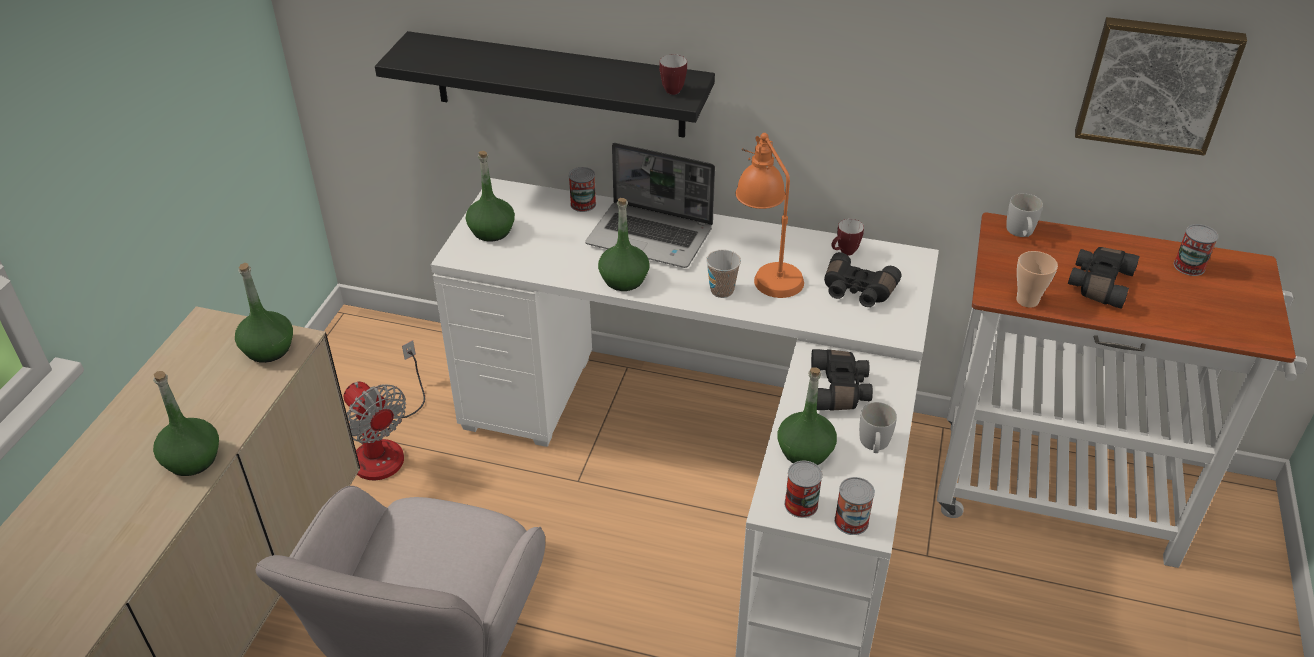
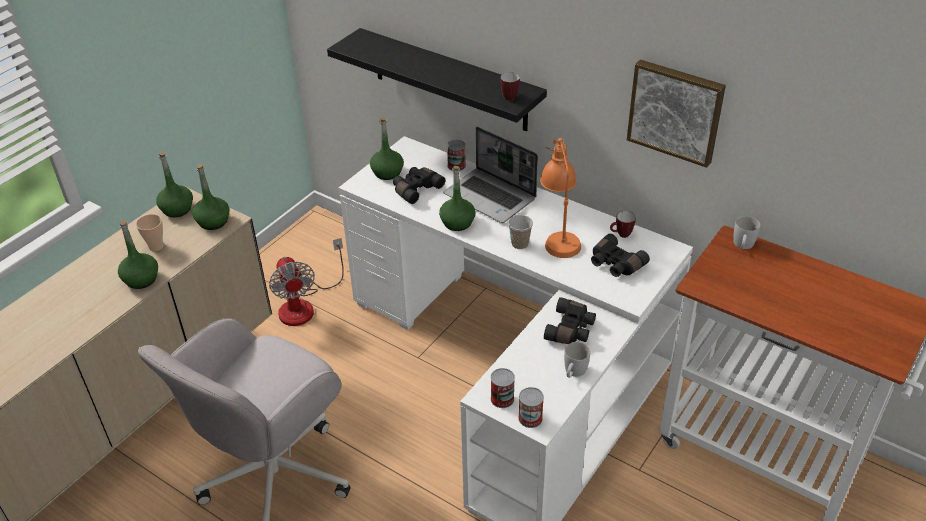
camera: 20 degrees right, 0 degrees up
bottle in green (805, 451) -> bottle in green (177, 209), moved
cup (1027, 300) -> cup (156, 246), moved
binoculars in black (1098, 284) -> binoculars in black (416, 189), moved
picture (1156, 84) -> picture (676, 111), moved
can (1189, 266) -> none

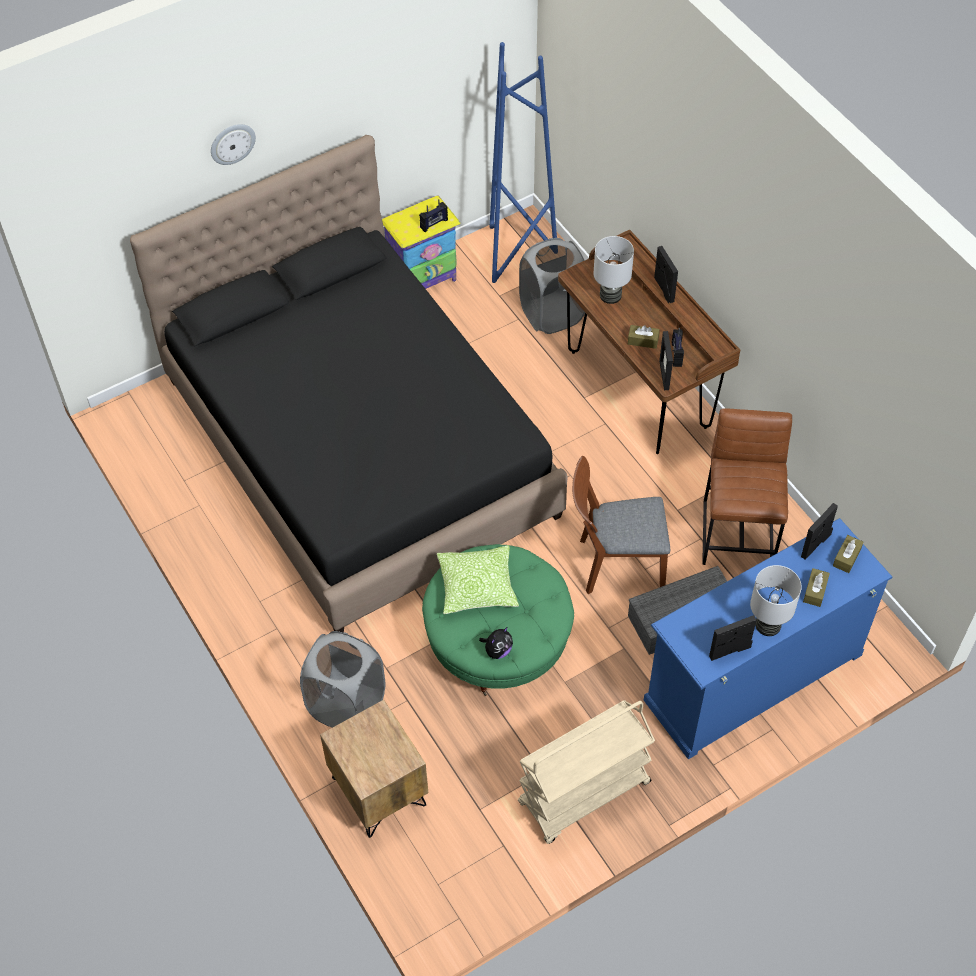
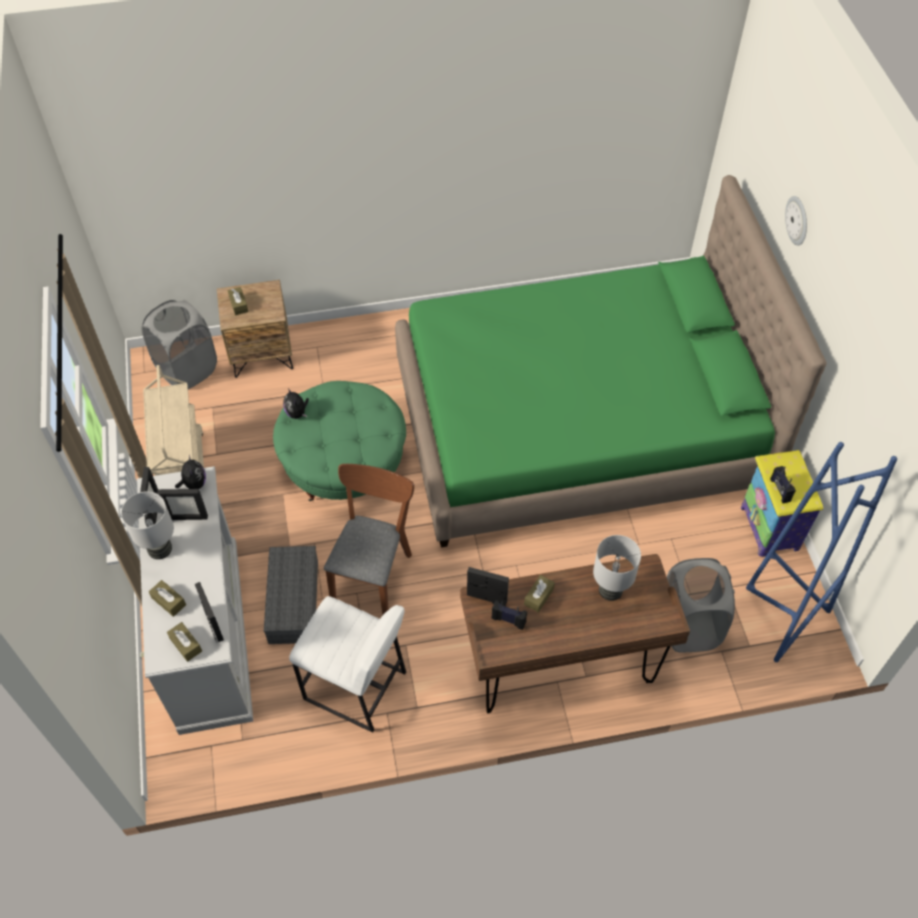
camera: 110 degrees right, 0 degrees up
bed in black (360, 446) -> bed in green (579, 425)
laundry basket in grey (347, 706) -> laundry basket in grey (187, 369), moved
pillow (477, 586) -> none
dresser in blue (752, 678) -> dresser in white (208, 633)
picture frame (663, 290) -> picture frame (188, 516), moved
chair in brown (738, 533) -> chair in white (356, 686)
none -> plush toy (194, 484)
none -> tissue box in brown (238, 304)

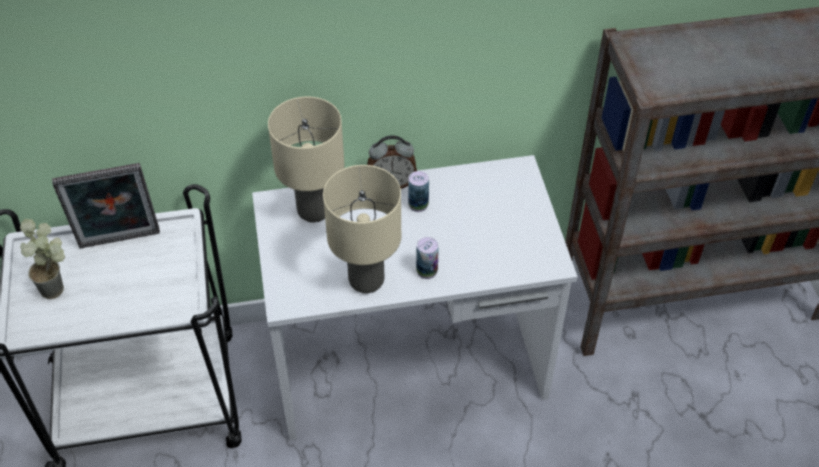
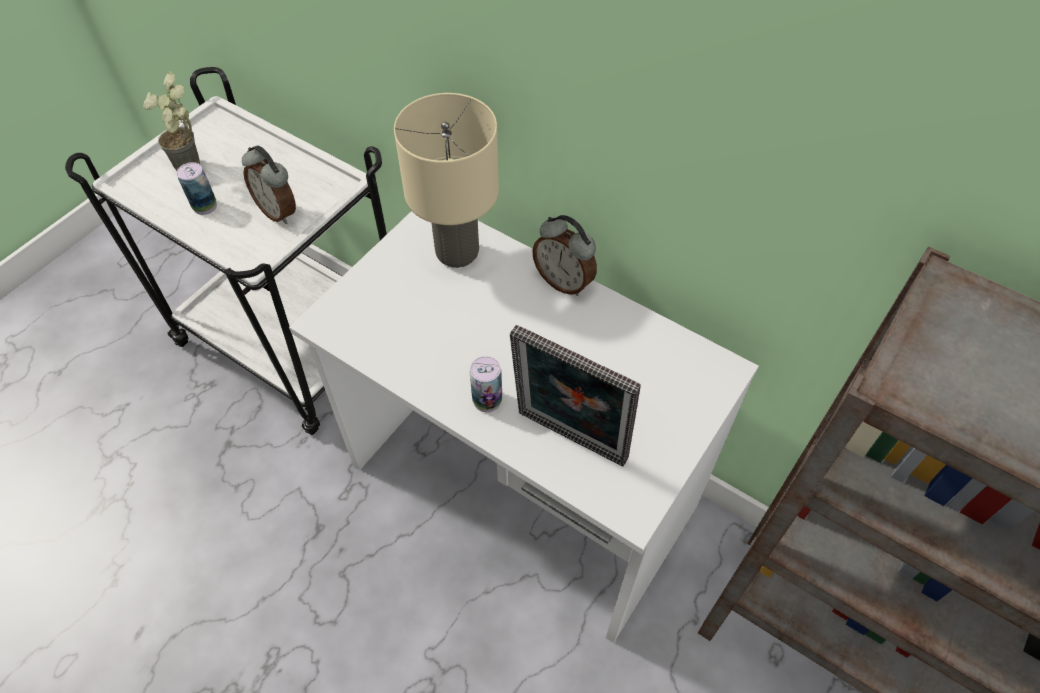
camera: 45 degrees right, 5 degrees up
picture frame (120, 242) -> picture frame (568, 441), moved
table lamp in beige (368, 280) -> none
can (418, 205) -> can (205, 206), moved
none -> alarm clock (279, 211)

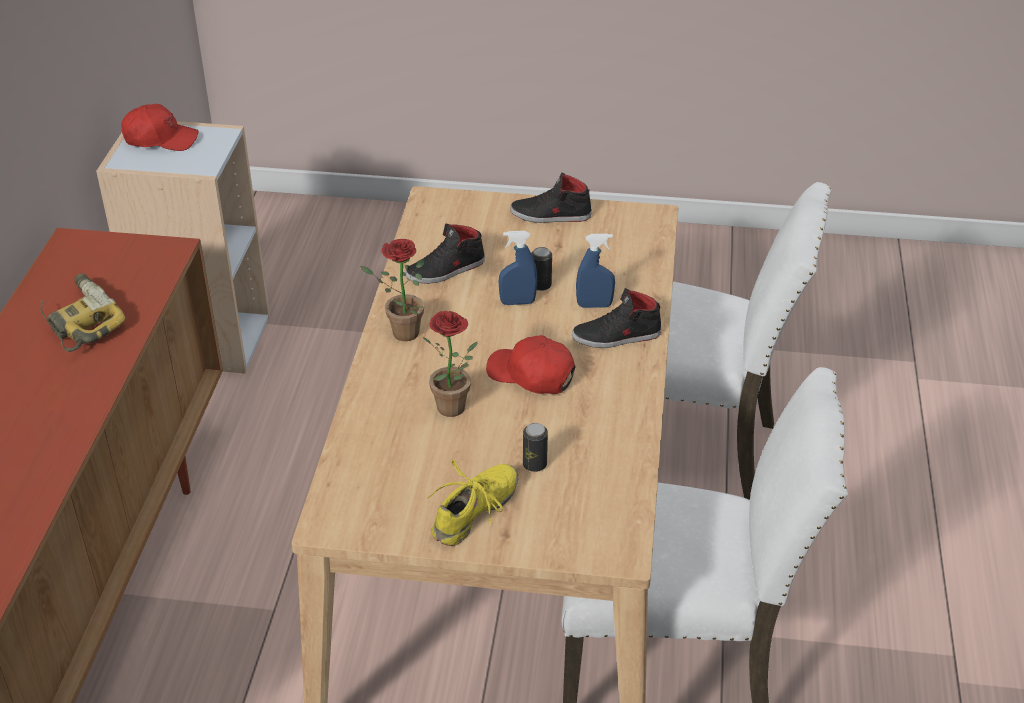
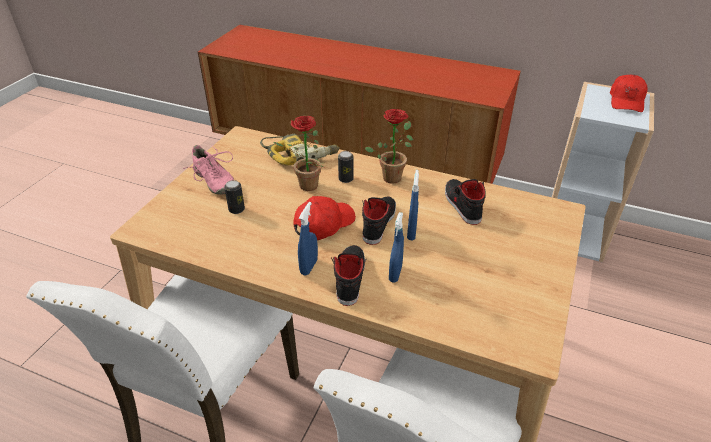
camera: 105 degrees right, 0 degrees up
power drill (79, 321) -> power drill (300, 154), moved
shoe in yellow (475, 512) -> shoe in pink (213, 181)
shoe in black (550, 215) -> shoe in black (378, 223), moved
can (541, 285) -> can (346, 179), moved
none -> spray bottle in blue (309, 267)

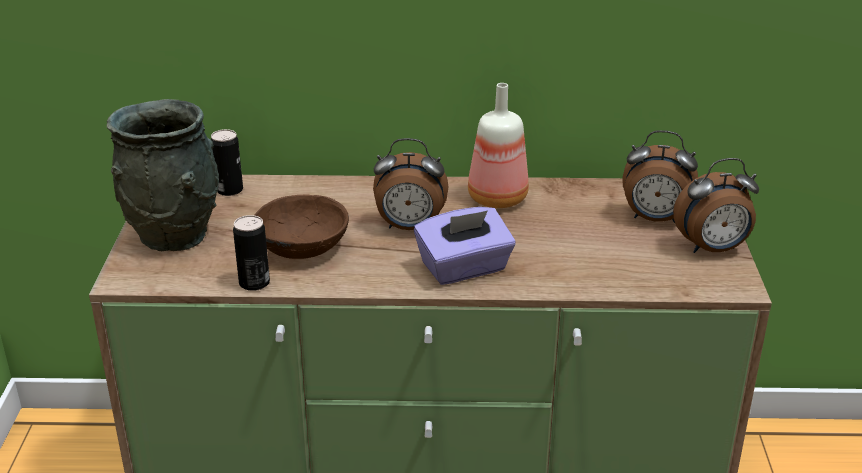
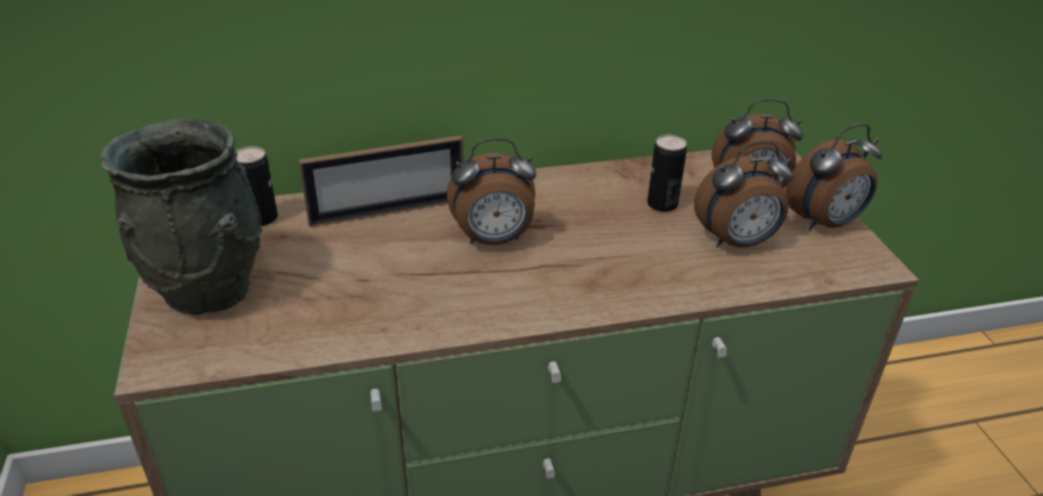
camera: 15 degrees left, 5 degrees up
can (254, 283) -> can (662, 204), moved
bowl in brown (301, 247) -> none
tissue box in purple (464, 268) -> none
bottle (495, 198) -> none
none -> picture frame (388, 212)
none -> alarm clock (737, 242)

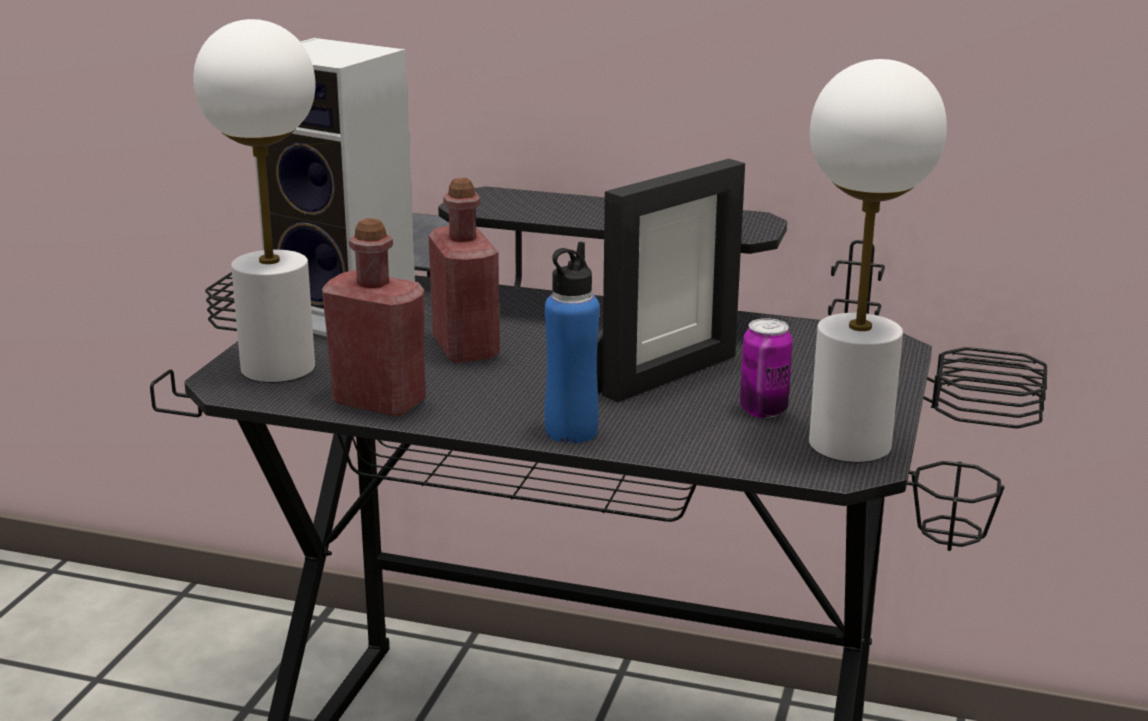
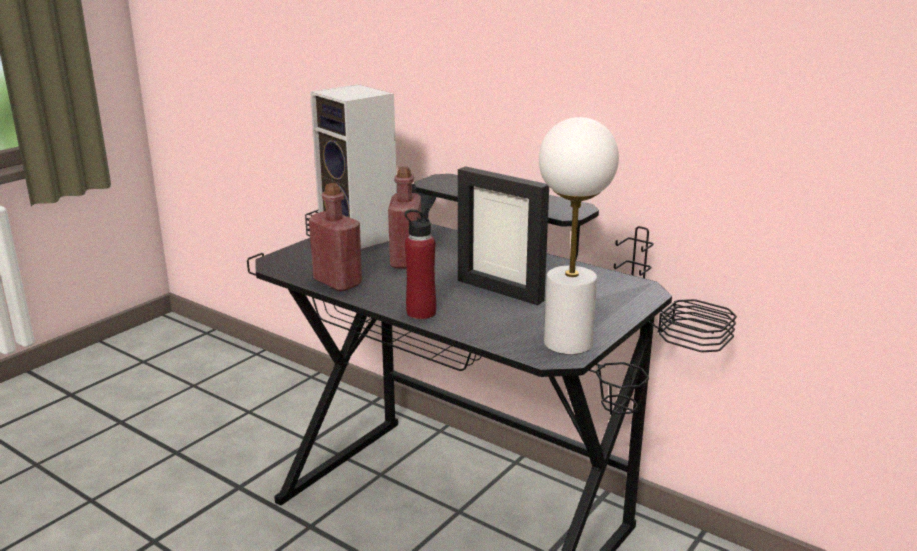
camera: 20 degrees right, 0 degrees up
table lamp in white (276, 368) -> none
bottle in blue (571, 431) -> bottle in red (421, 312)
picture frame (667, 374) -> picture frame (501, 289), 60 degrees clockwise
can (763, 410) -> none

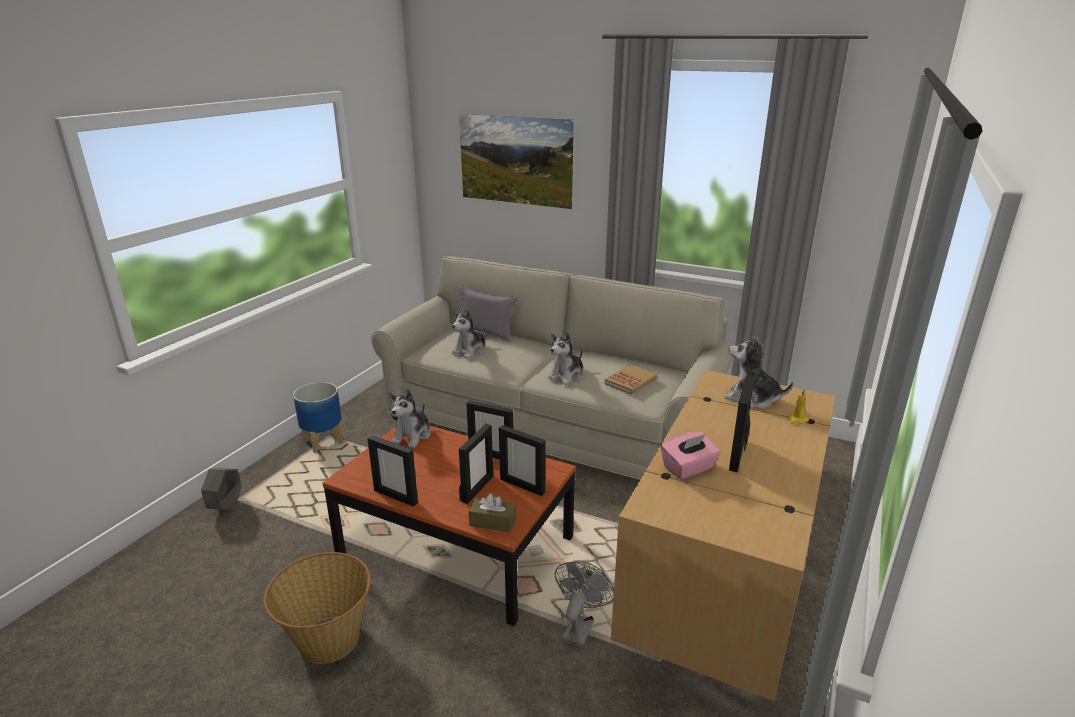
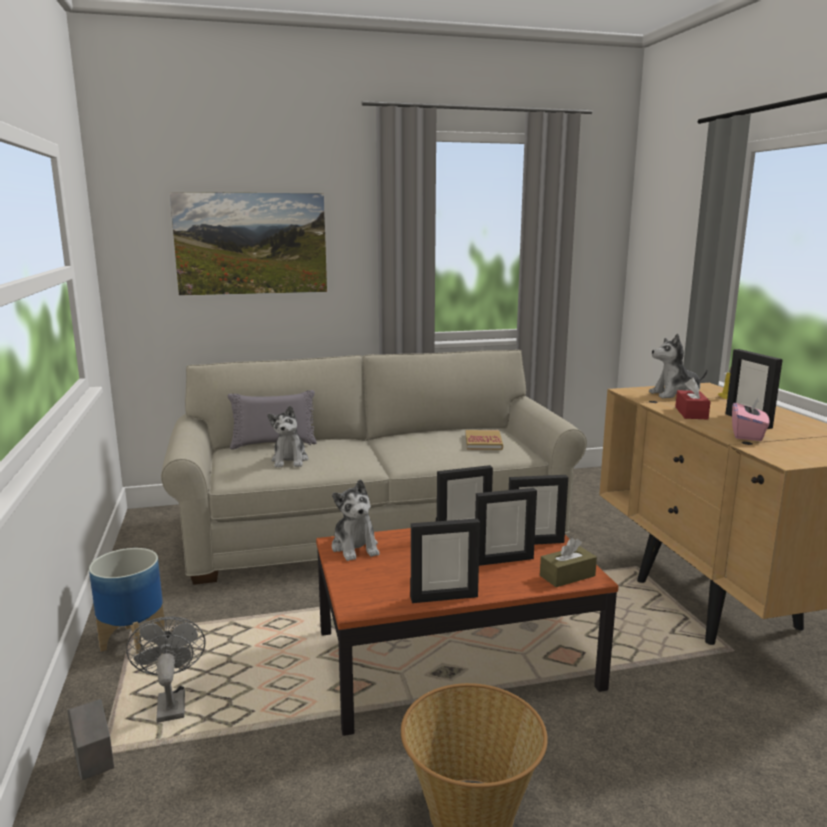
camera: 40 degrees left, 10 degrees down
picture frame (477, 488) -> picture frame (503, 560), 90 degrees clockwise
plush toy (567, 376) -> none
fan in grey (579, 626) -> fan in grey (170, 702), moved
none -> tissue box in red (691, 413)

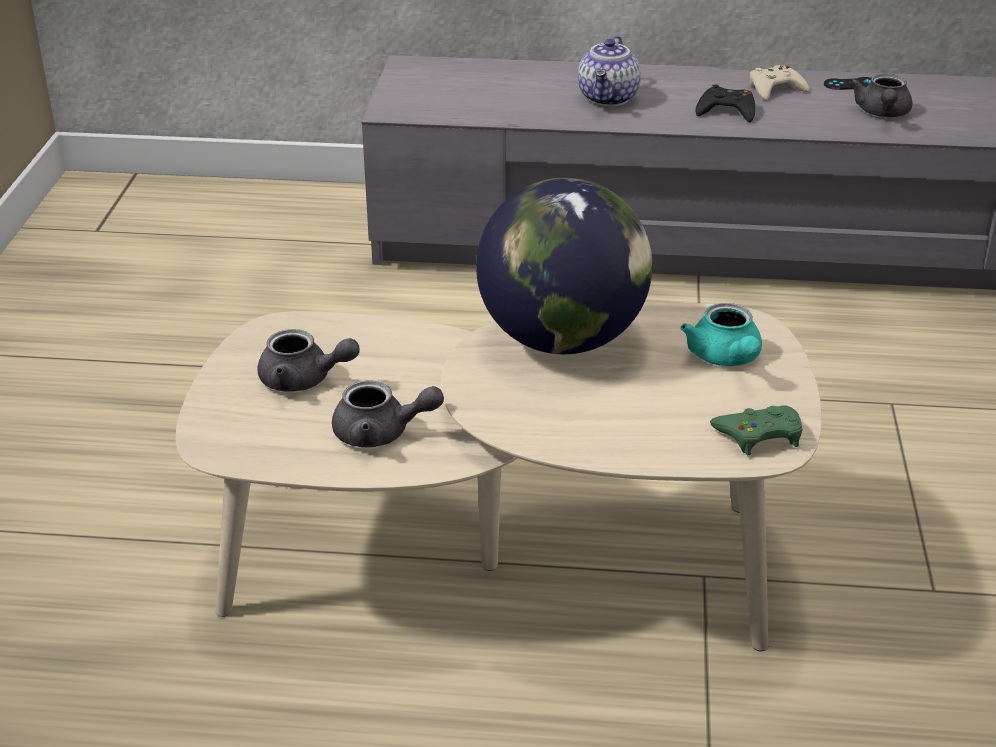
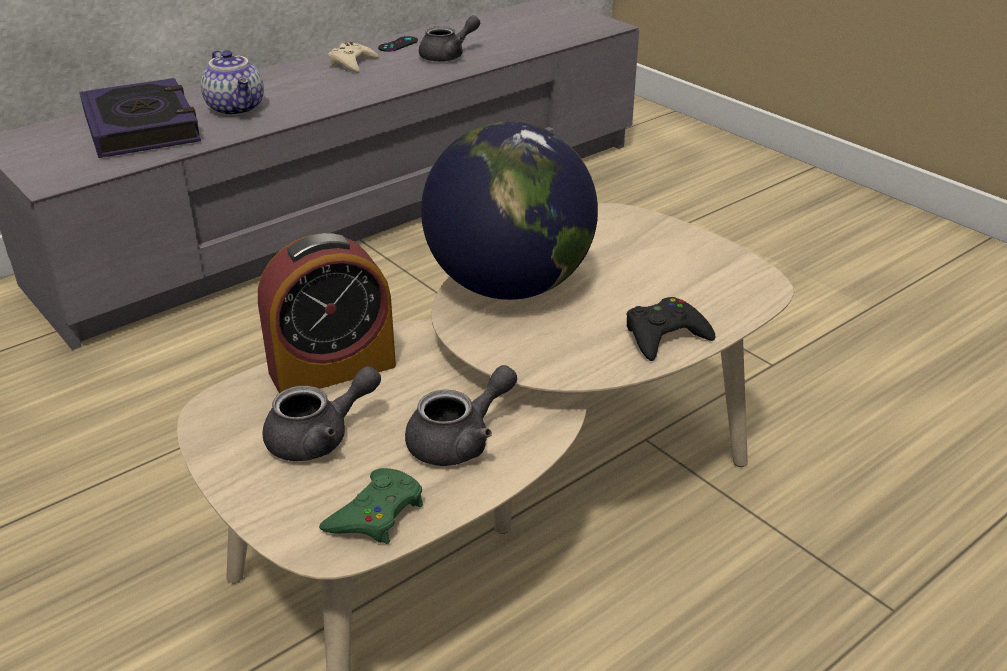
camera: 45 degrees left, 0 degrees up
teapot in turquoise (726, 359) -> none
game controller in black (726, 111) -> game controller in black (664, 336), moved
game controller in green (759, 435) -> game controller in green (376, 514), moved
teapot in grey (882, 113) -> teapot in grey (448, 56), 90 degrees counterclockwise
none -> book (142, 127)
none -> alarm clock (332, 369)

